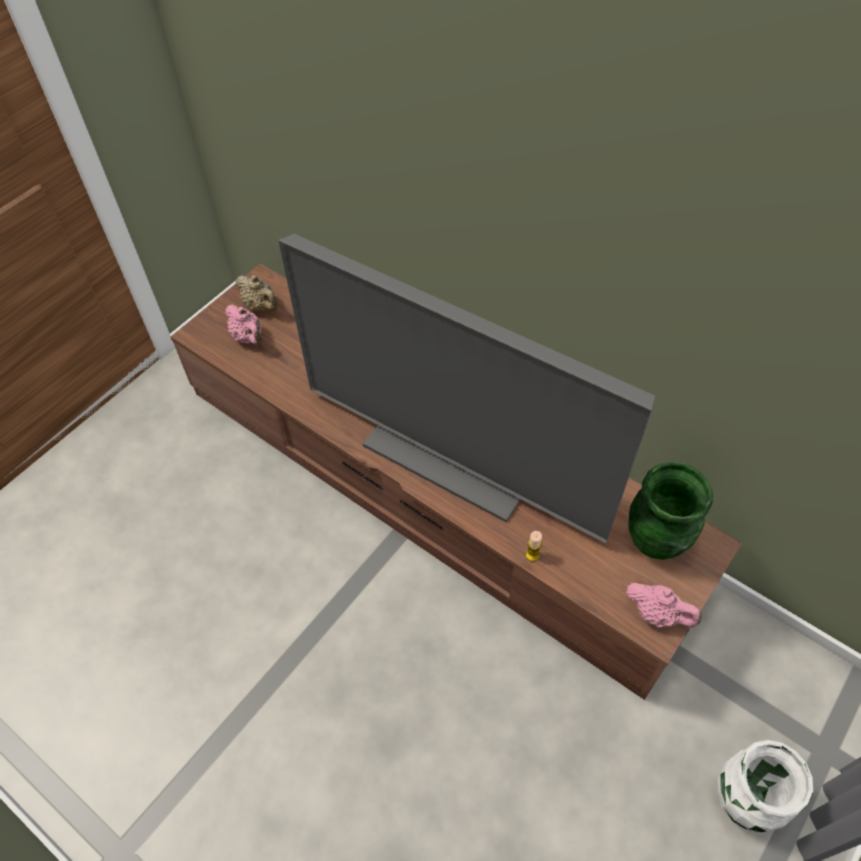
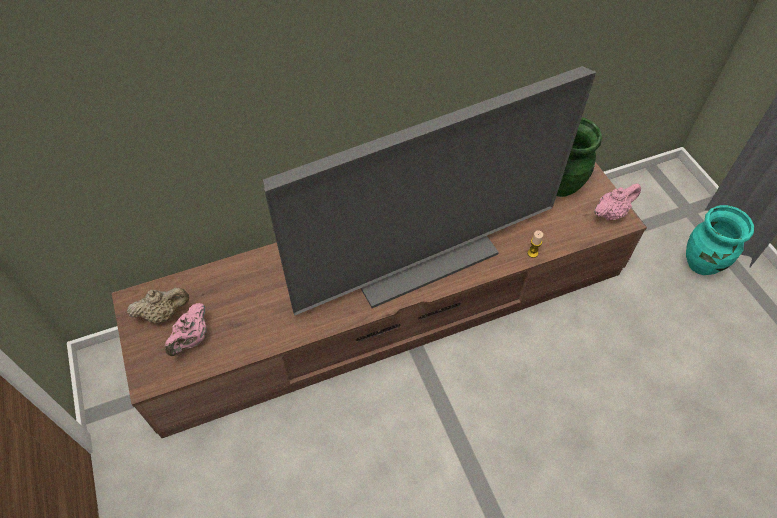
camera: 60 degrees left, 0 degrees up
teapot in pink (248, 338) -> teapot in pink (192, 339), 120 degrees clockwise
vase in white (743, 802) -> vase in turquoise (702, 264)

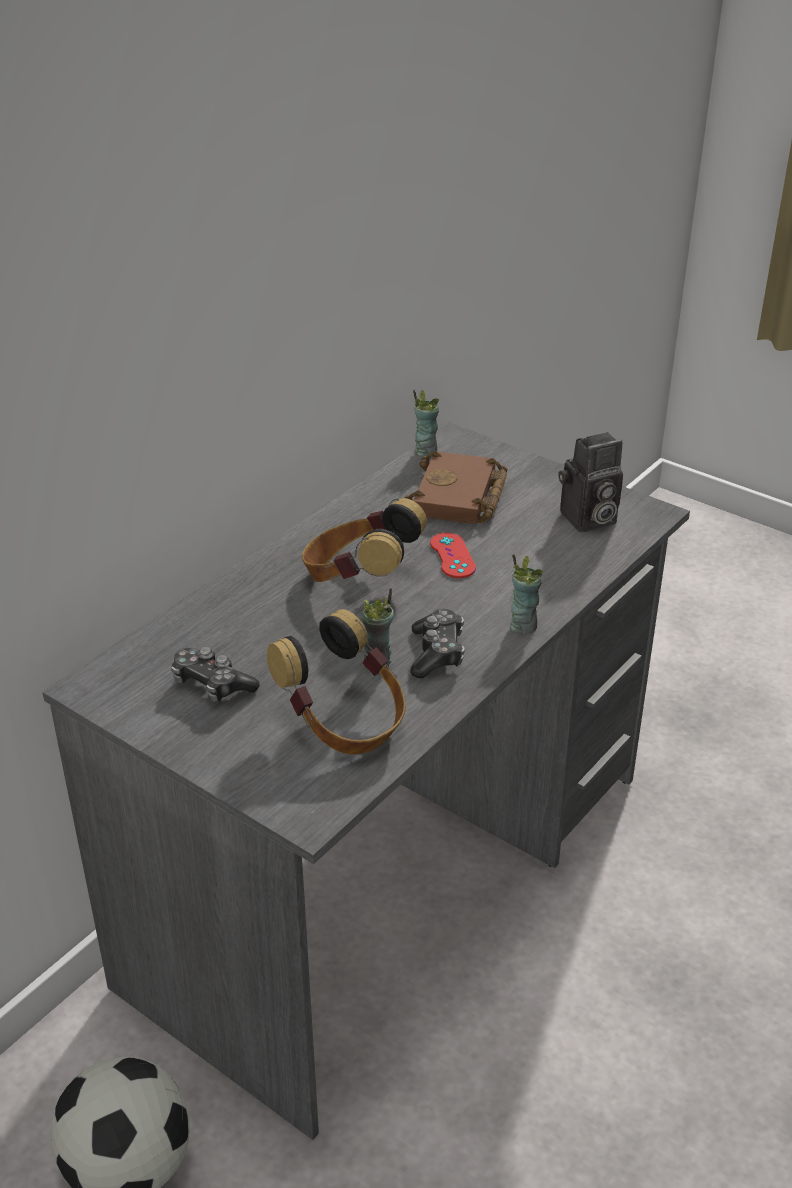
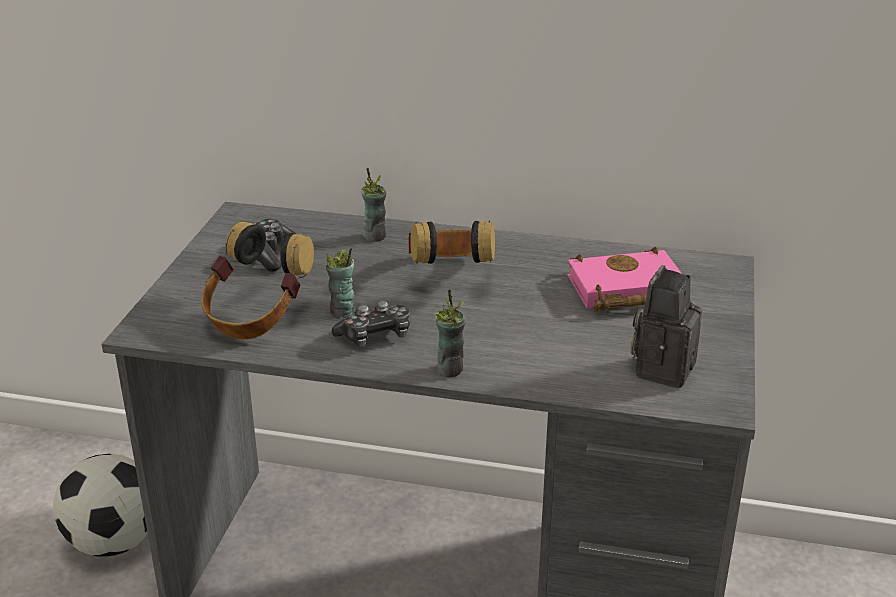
camera: 65 degrees right, 5 degrees down
book in brown (459, 498) -> book in pink (624, 291)
cup (425, 451) -> cup (375, 236), moved
game controller in red (452, 556) -> none
photo camera (587, 520) -> photo camera (662, 368), 75 degrees clockwise

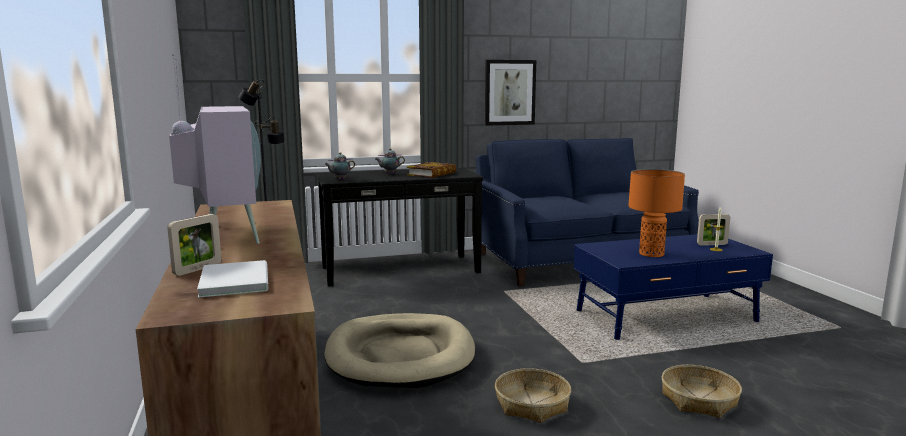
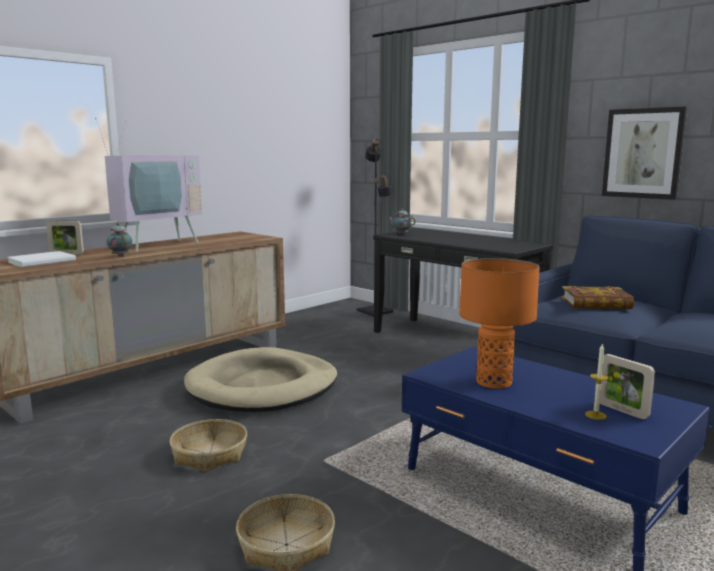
camera: 60 degrees right, 0 degrees up
teapot (389, 173) -> teapot (120, 256), moved
book (432, 174) -> book (596, 303), moved

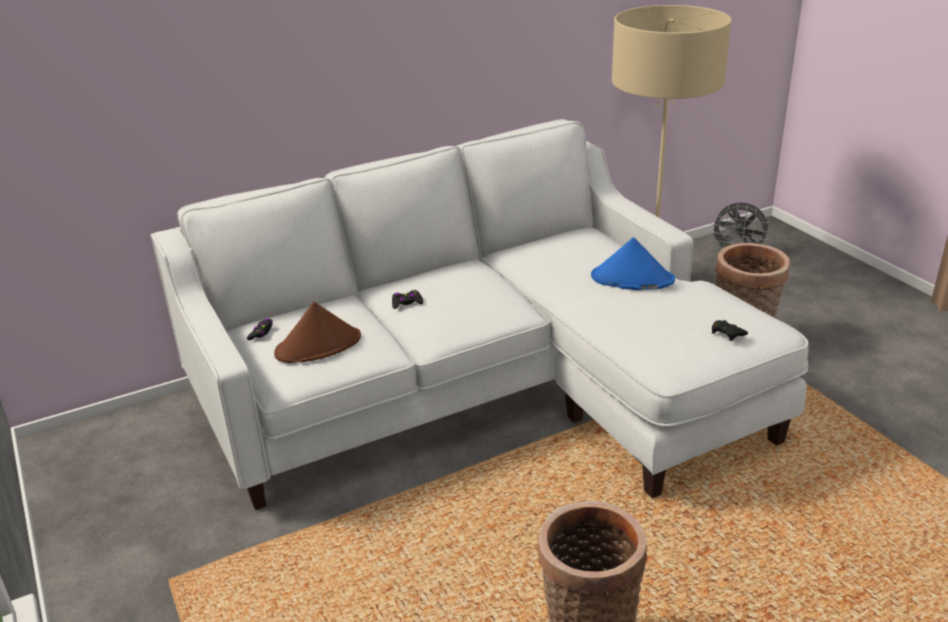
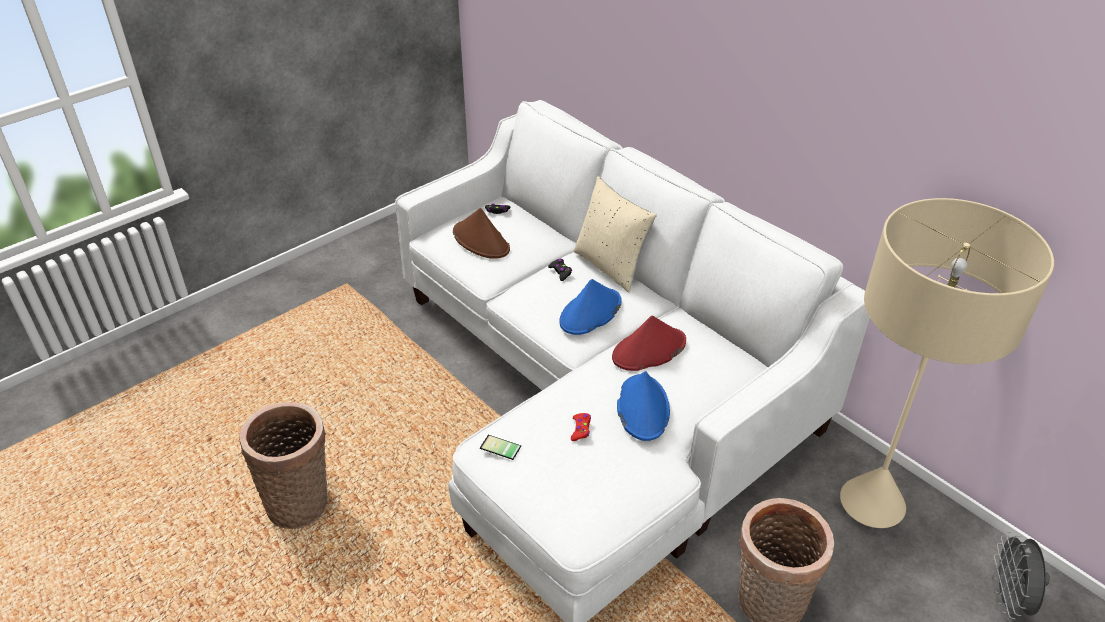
camera: 75 degrees right, 10 degrees up
game controller in black (727, 333) -> none
none -> phone (499, 449)
none -> hat in blue (590, 312)
none -> game controller in red (580, 429)
none -> pillow in beige (611, 266)
none -> hat in red (649, 350)

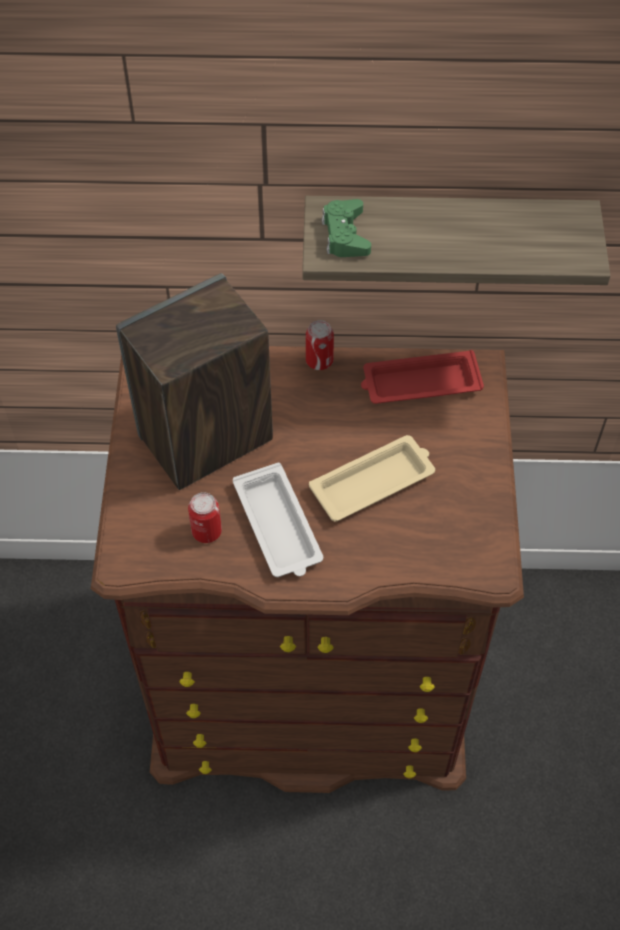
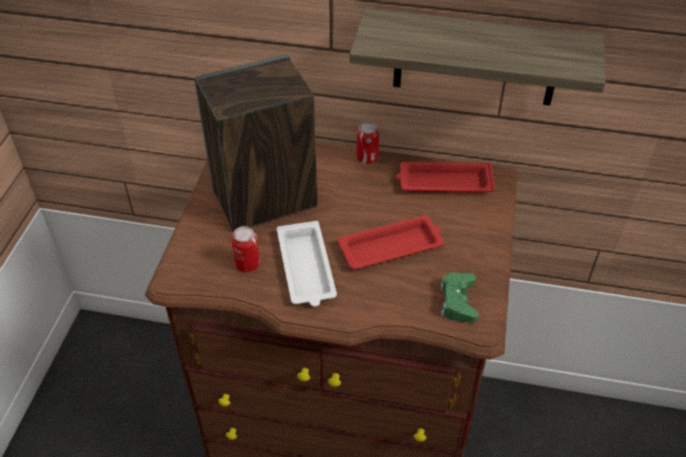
camera: 10 degrees right, 10 degrees down
tray in beige (374, 482) -> tray in red (392, 247)
game controller in green (345, 235) -> game controller in green (458, 301), moved

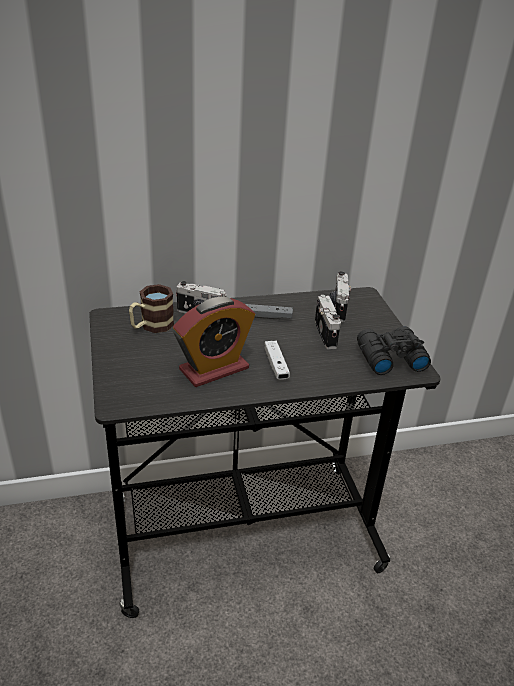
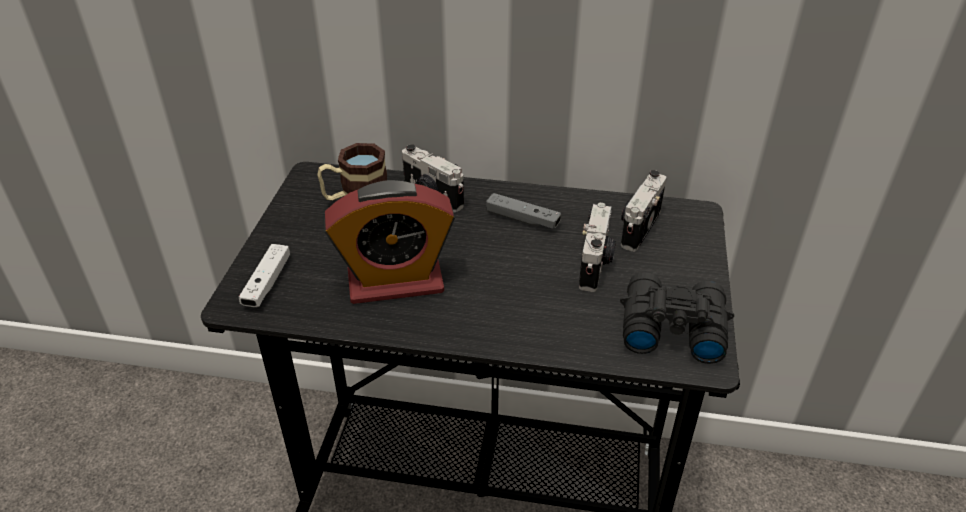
camera: 25 degrees right, 5 degrees up
game controller in white (276, 365) -> game controller in white (267, 283), moved

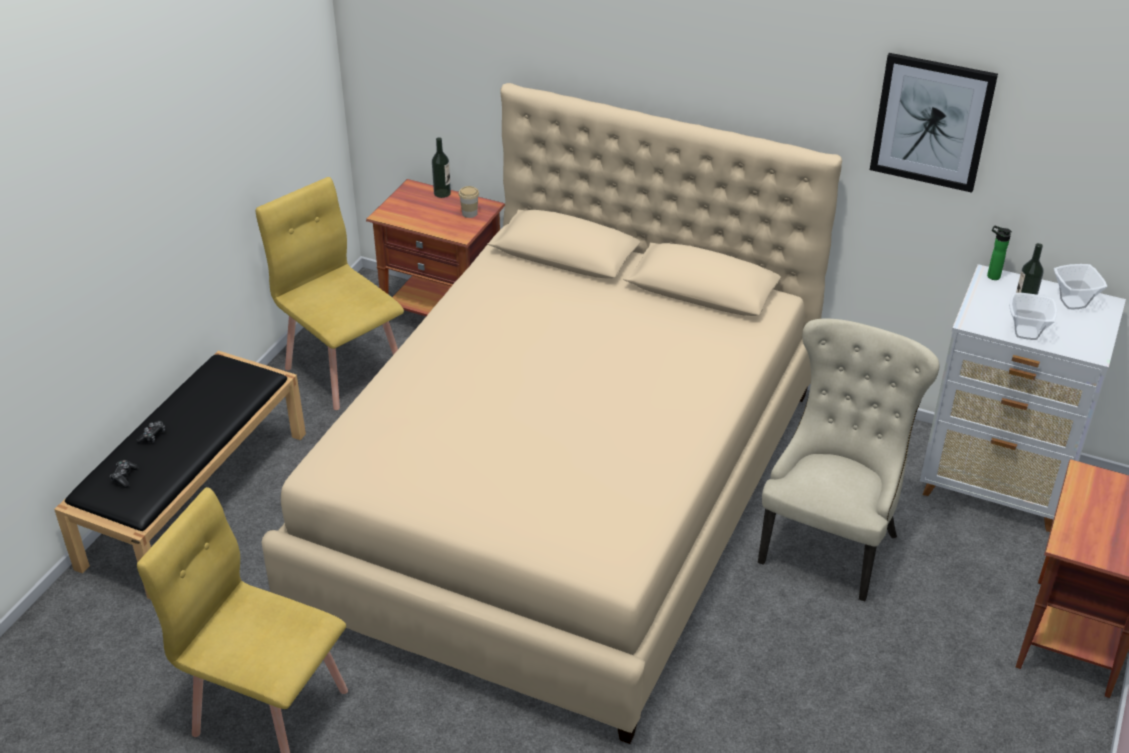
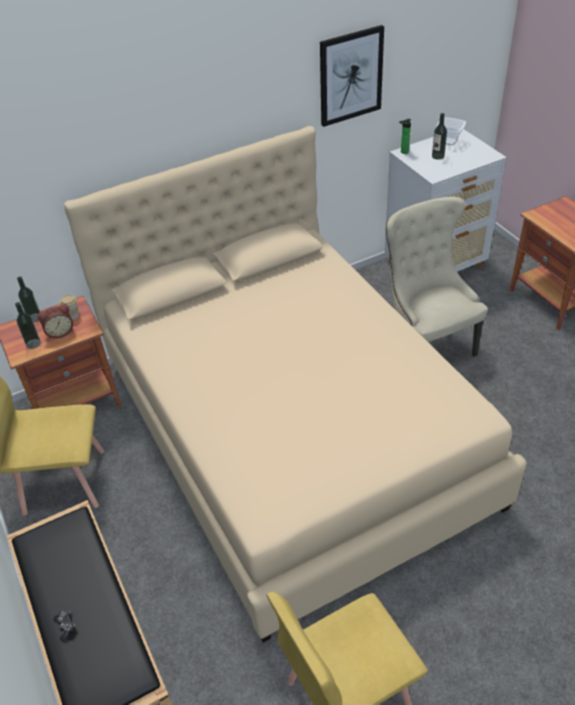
camera: 50 degrees left, 5 degrees up
game controller (124, 477) -> none
bowl (1027, 333) -> none
none -> bottle (33, 343)
none -> alarm clock (60, 332)

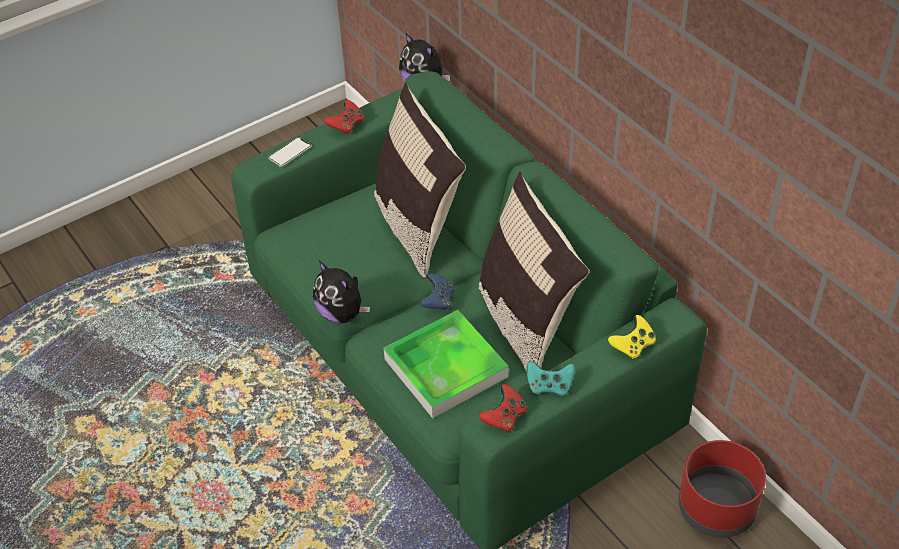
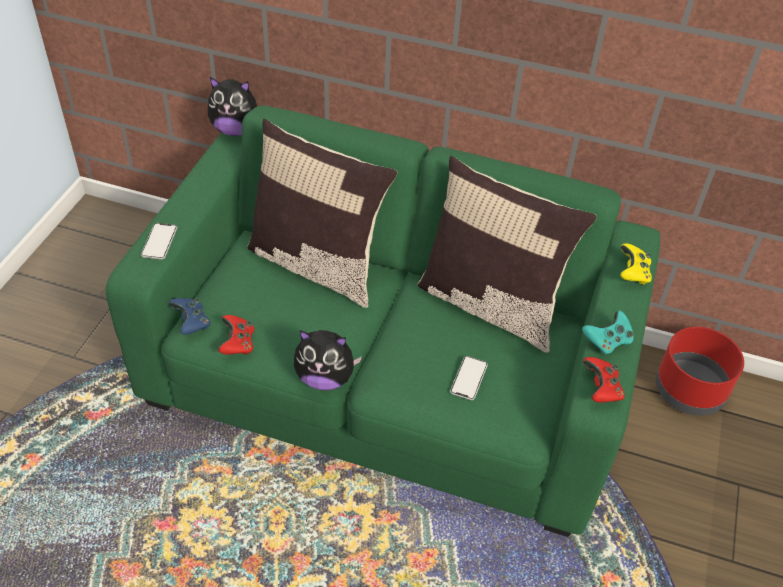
camera: 40 degrees left, 0 degrees up
game controller in red (346, 125) -> game controller in red (237, 344), moved
tray (445, 368) -> phone (468, 378)
game controller in blue (438, 301) -> game controller in blue (191, 323), moved

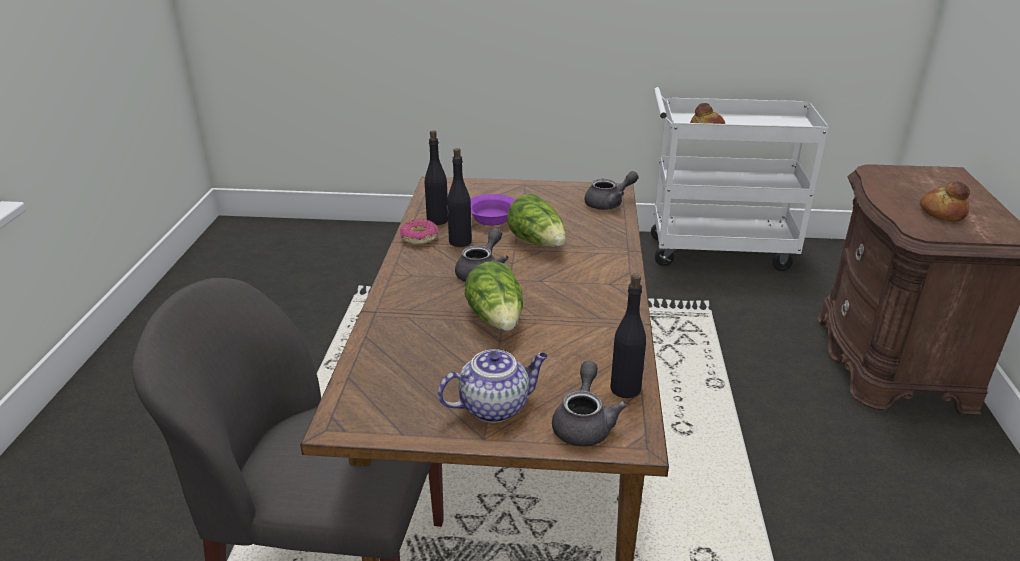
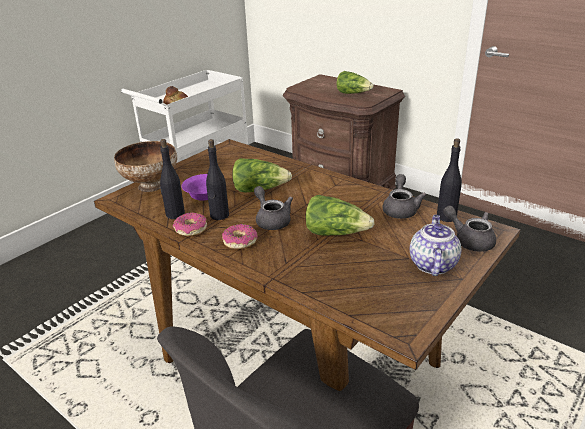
camera: 55 degrees left, 0 degrees up
teapot in grey (609, 203) -> teapot in grey (400, 209), moved
bread (942, 213) -> lettuce (353, 93)
none -> bowl (152, 185)
none -> donut (240, 241)

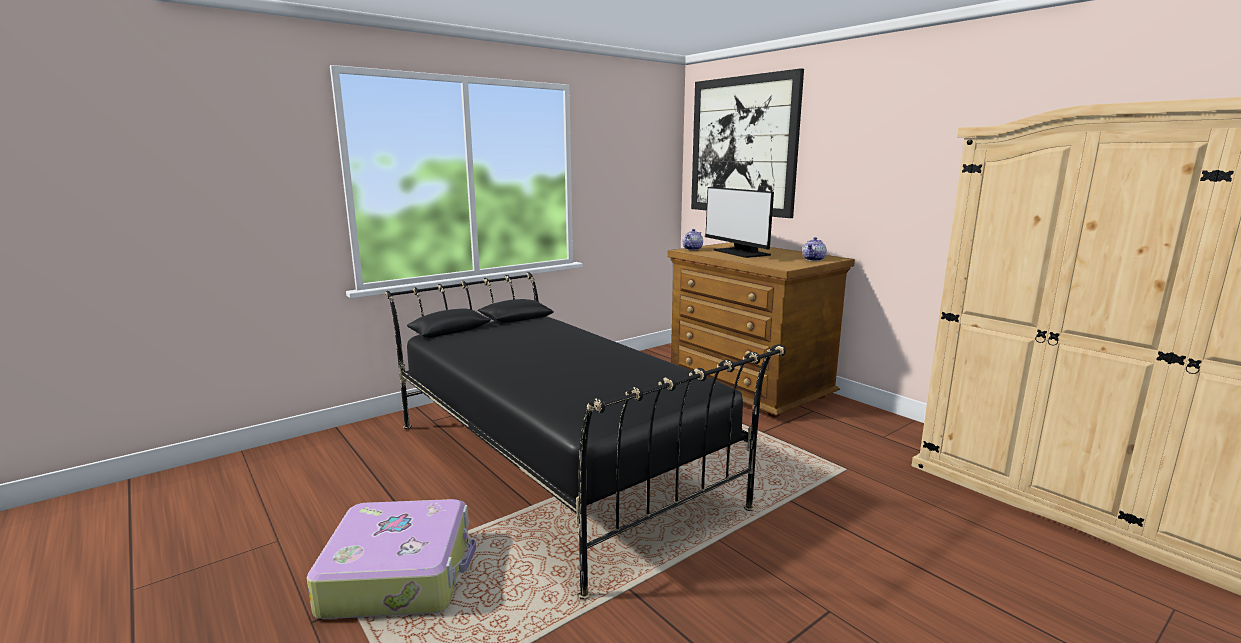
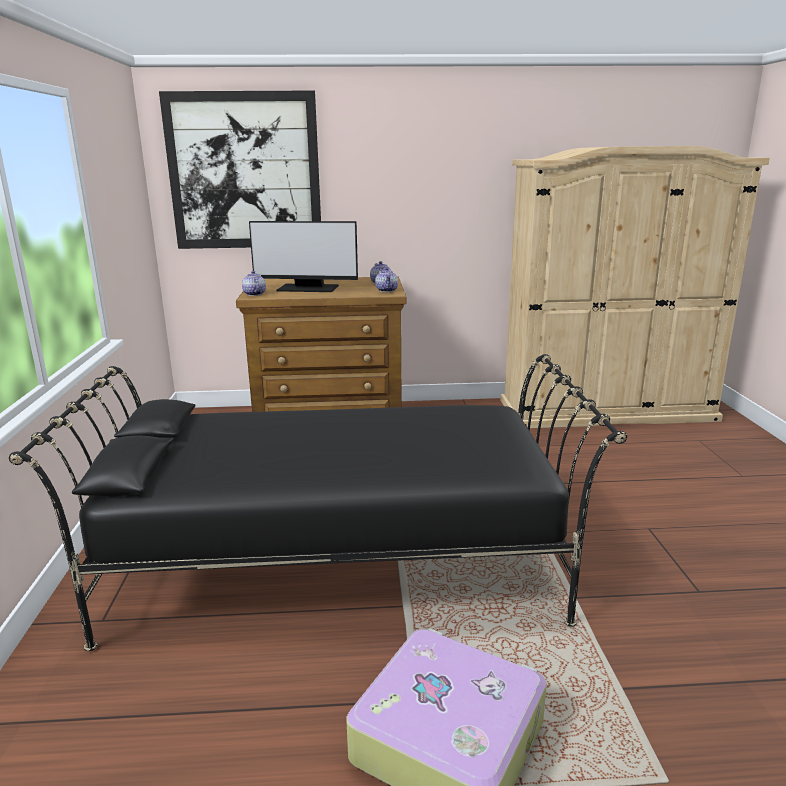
camera: 55 degrees left, 5 degrees up
none -> teapot (387, 290)

